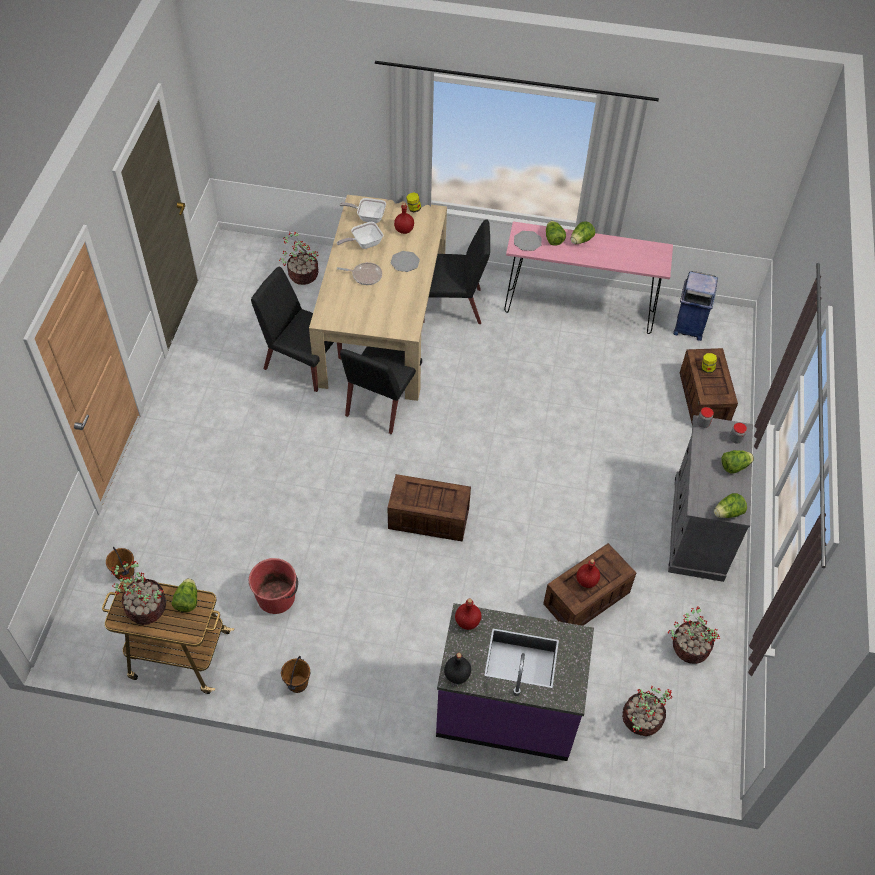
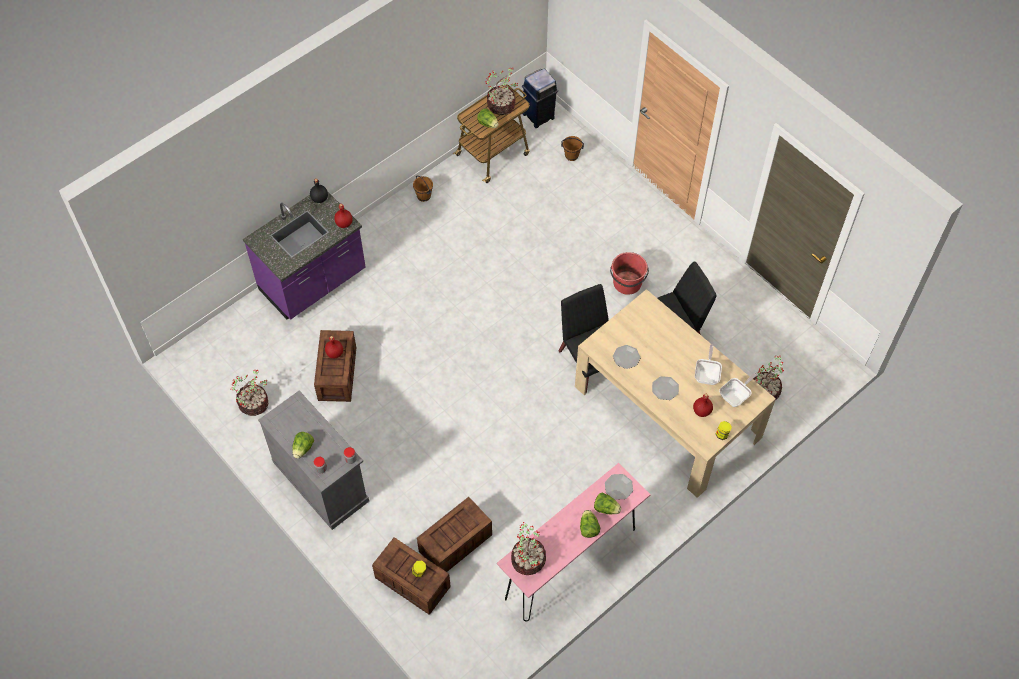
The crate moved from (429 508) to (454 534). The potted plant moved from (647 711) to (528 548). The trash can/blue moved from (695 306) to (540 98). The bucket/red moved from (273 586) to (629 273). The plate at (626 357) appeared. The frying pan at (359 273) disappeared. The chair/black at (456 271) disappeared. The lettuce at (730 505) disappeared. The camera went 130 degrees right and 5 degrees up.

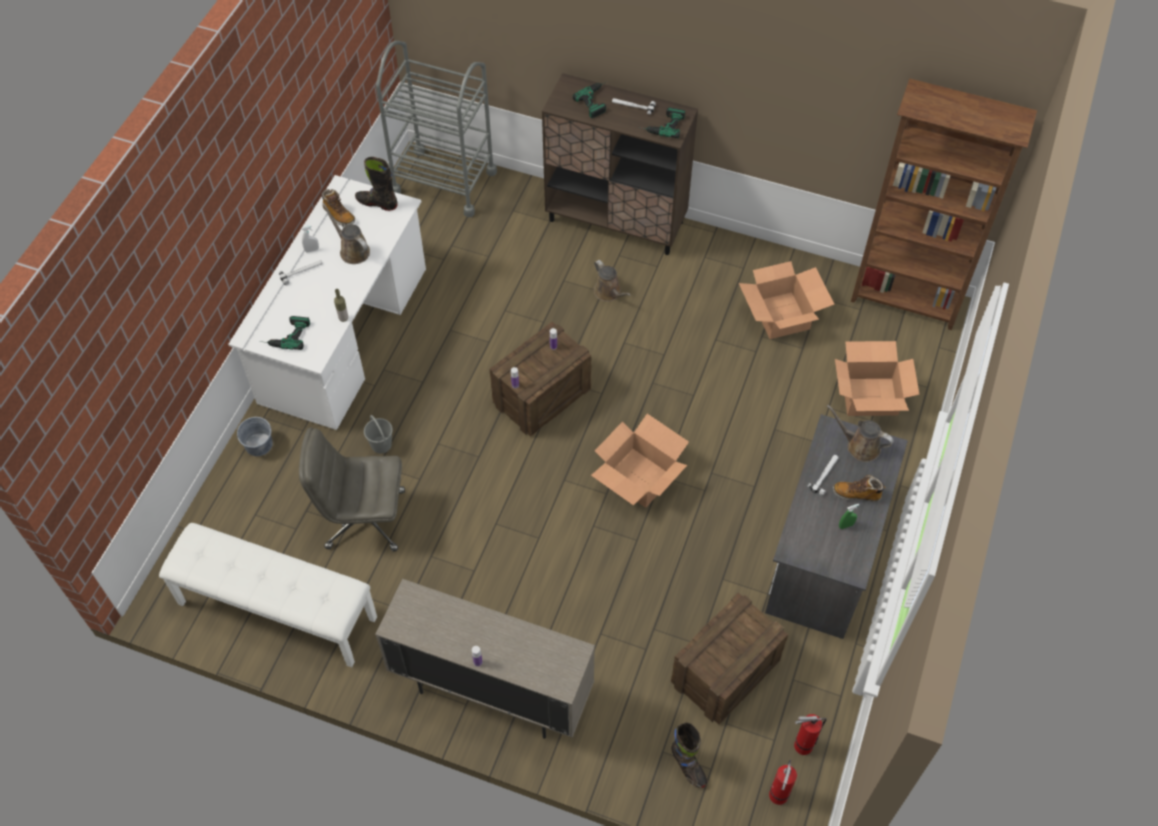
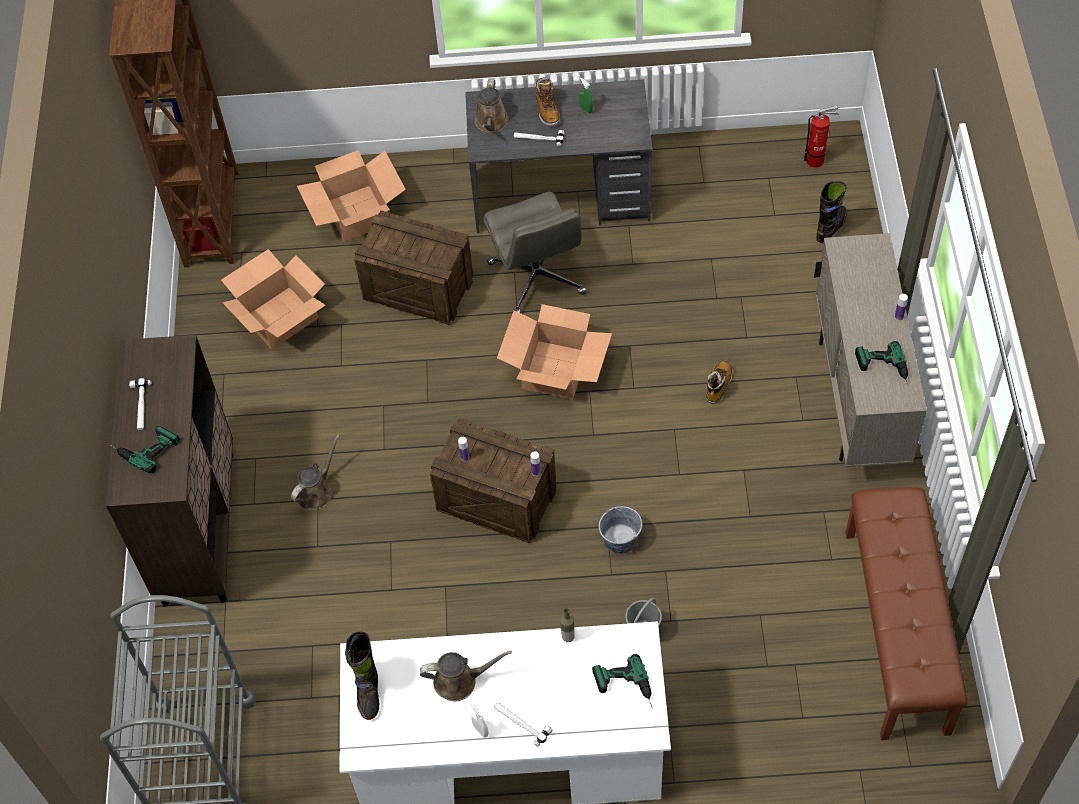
The crate moved from (730 659) to (413 267). The watering can/brown at (346 233) turned 120 degrees counterclockwise. The office chair/grey moved from (352 489) to (535 252). The bucket/grey moved from (255 436) to (620 530). The boot moved from (338 207) to (719 382). The bench/white at (268 595) became the bench/brown at (906 613). The power drill moved from (661 123) to (882 364). The fire extinguisher at (810 734) disappeared. The camera went 110 degrees left and 0 degrees up.

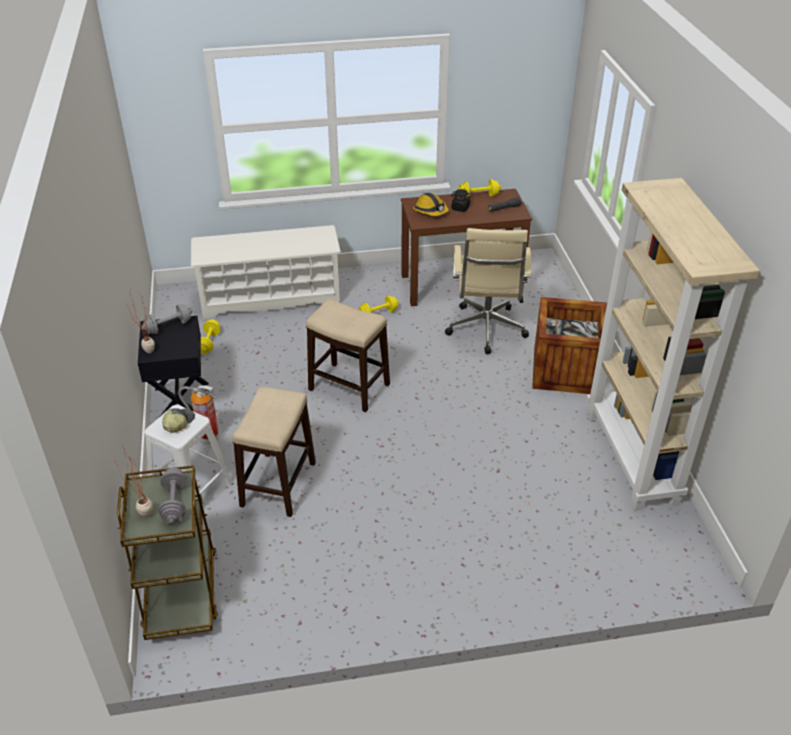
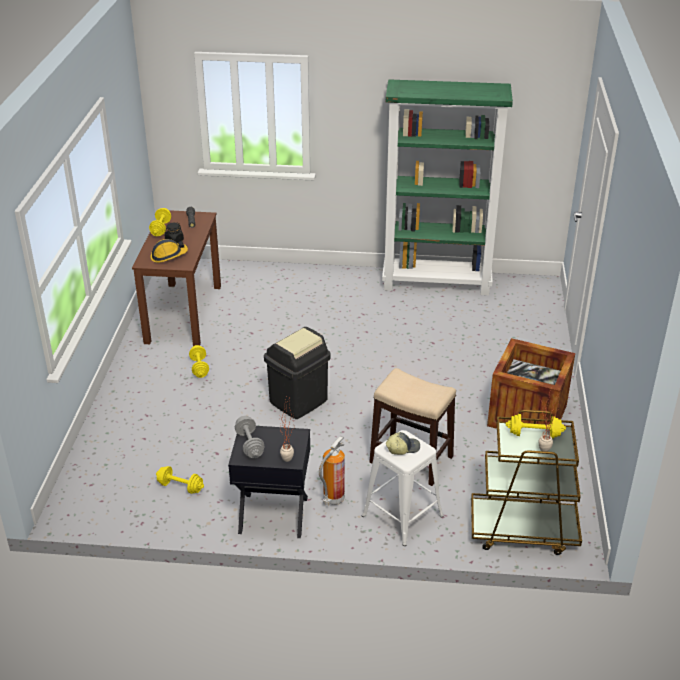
The stool at (348 355) was replaced by the trash can/black at (297 373). The bookcase/beige at (673 344) became the bookcase/green at (447 187). The cap at (178 420) turned 120 degrees clockwise. The crate moved from (569 345) to (531 383). The dumbbell/grey at (173 496) became the dumbbell/yellow at (536 426). The shoe rack/white at (266 272) disappeared. The office chair/beige at (488 291) disappeared. The camera went 75 degrees left and 5 degrees down.

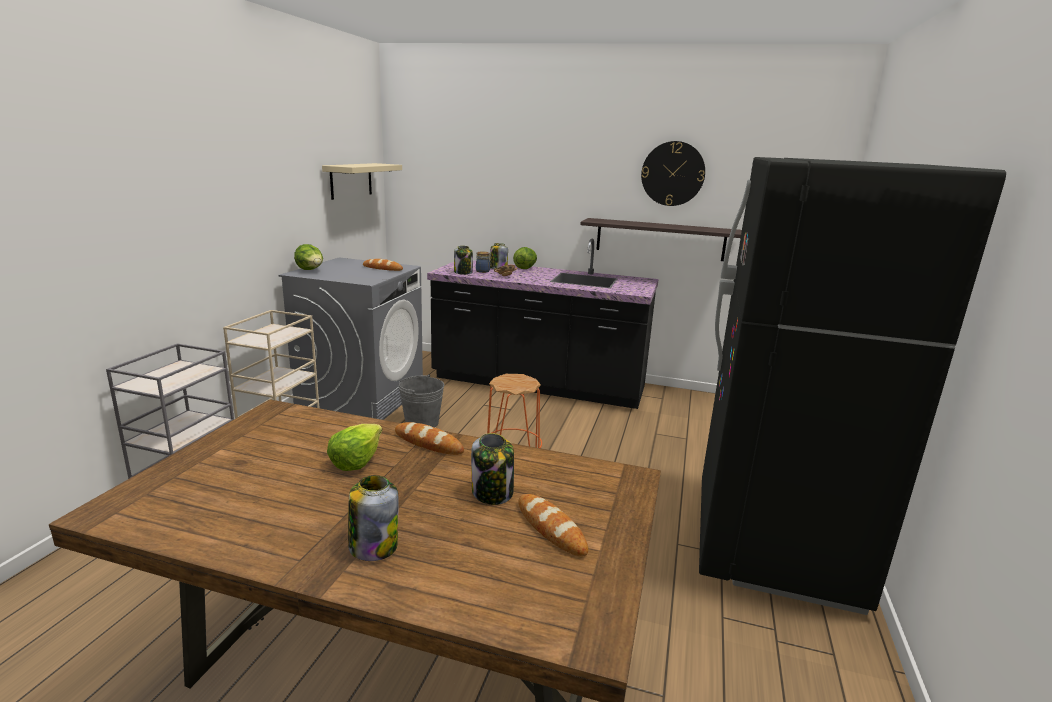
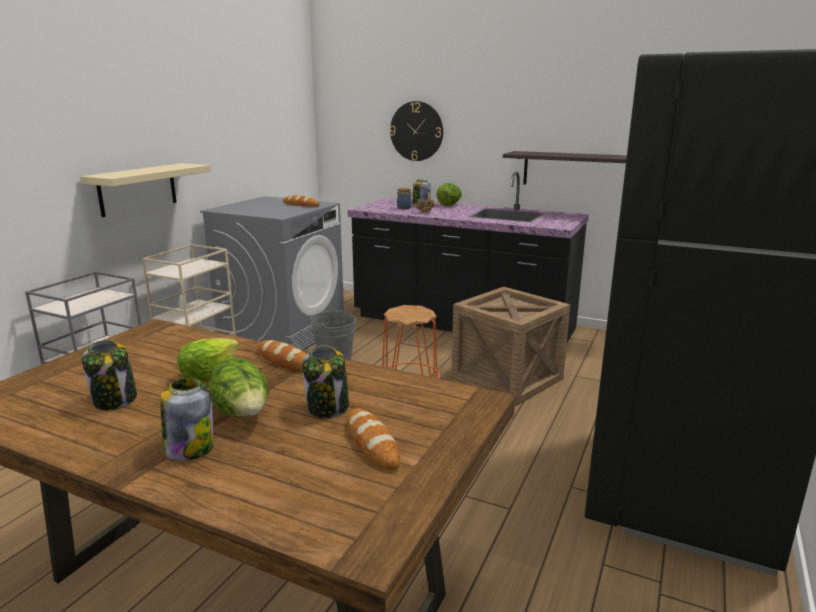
The shelf/beige moved from (362 181) to (145 190). The jar moved from (463 260) to (109 375). The lettuce moved from (308 257) to (238 387). The wall clock moved from (673 173) to (416 131). The crate at (510 346) appeared. The camera went 10 degrees right and 0 degrees up.

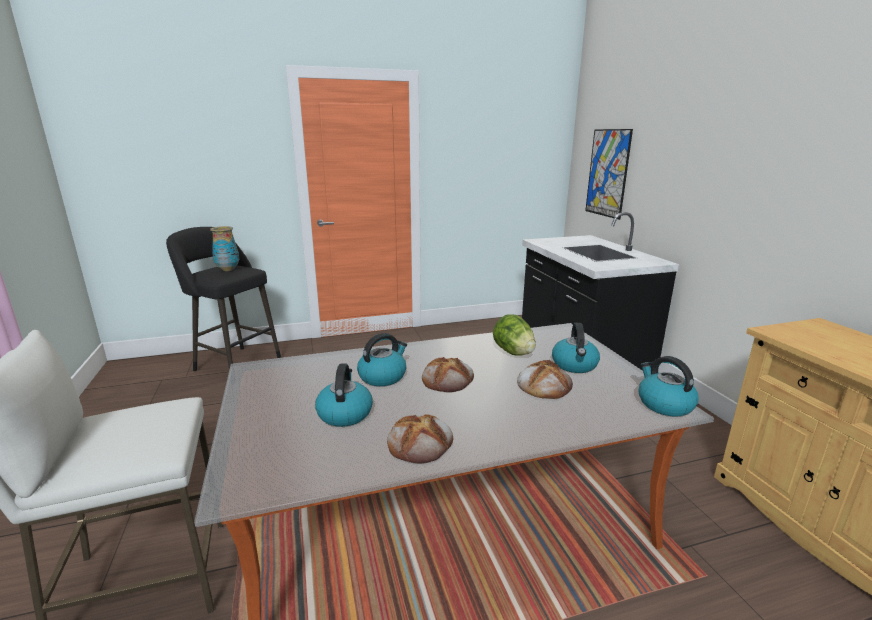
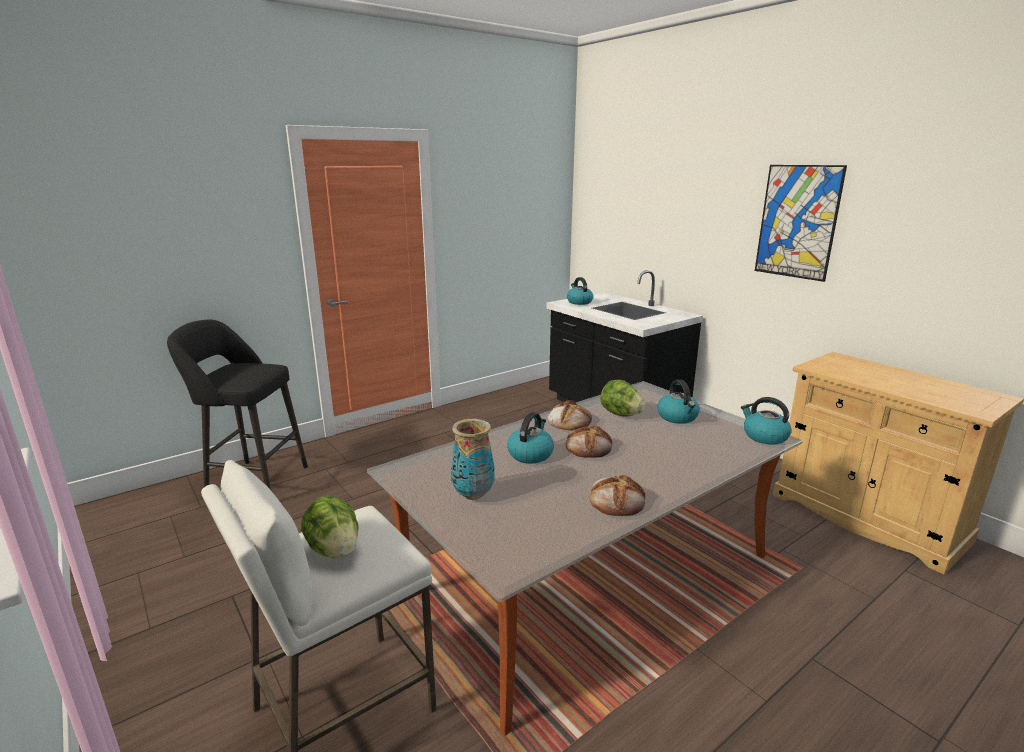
The lettuce at (330 527) appeared. The vase moved from (224 248) to (473 459). The bread moved from (545 379) to (570 415). The kettle moved from (344 395) to (580 291). The picture moved from (609 174) to (801 223). The camera went 20 degrees left and 0 degrees up.

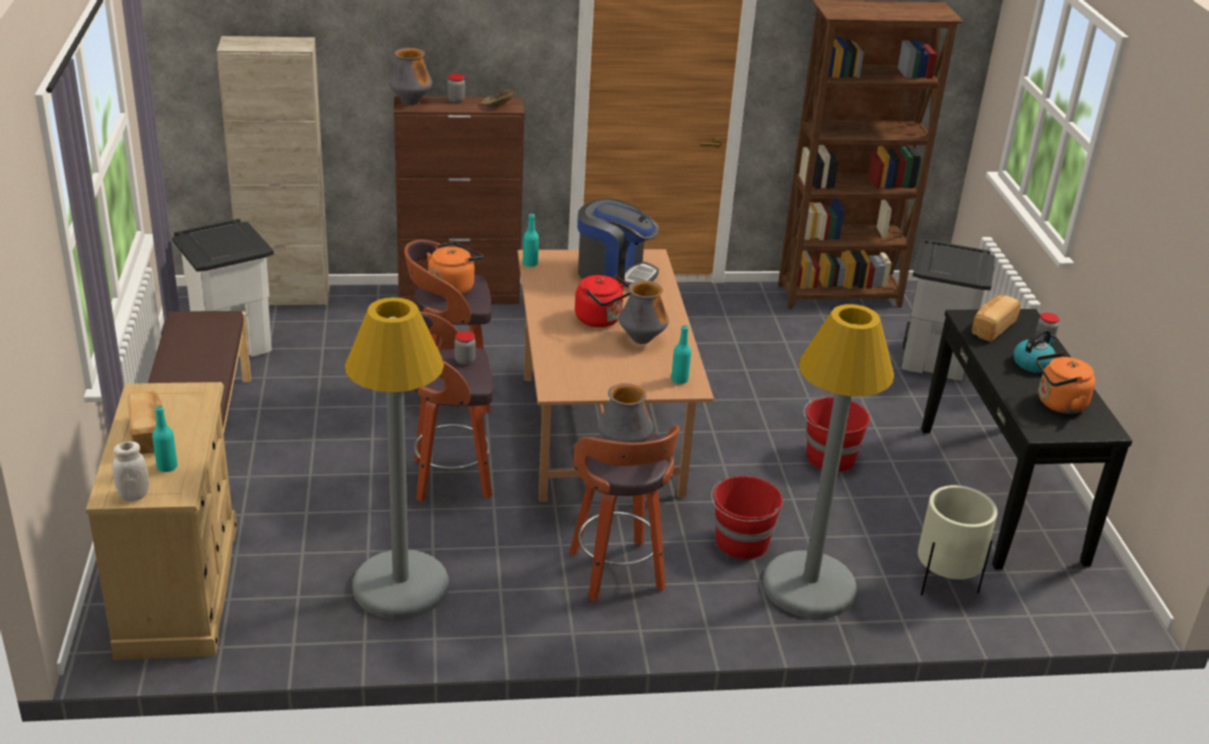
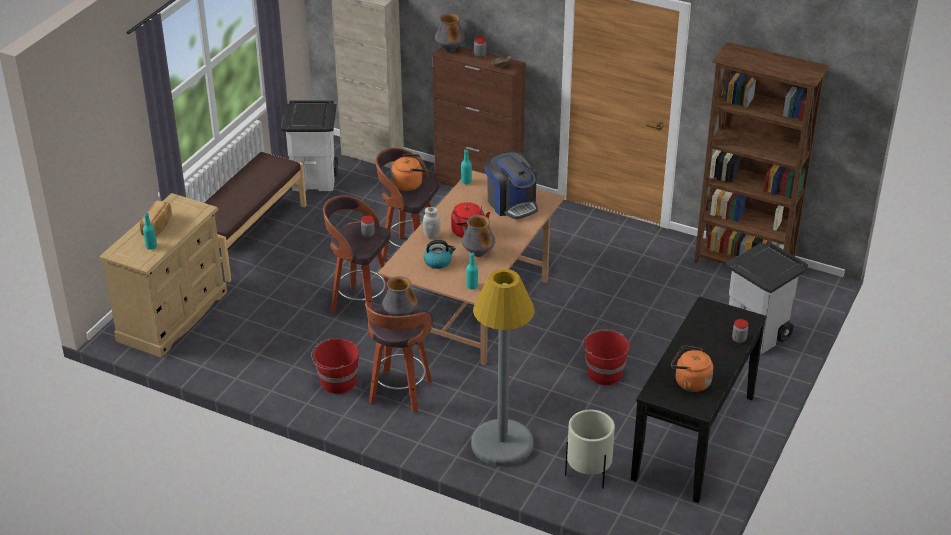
The bucket/red moved from (747 517) to (335 366). The jar/white moved from (130 471) to (431 223). The kettle moved from (1034 350) to (440 254). The floor lamp/grey at (397 458) disappeared. The bread at (996 318) disappeared. The camera went 35 degrees right and 5 degrees up.

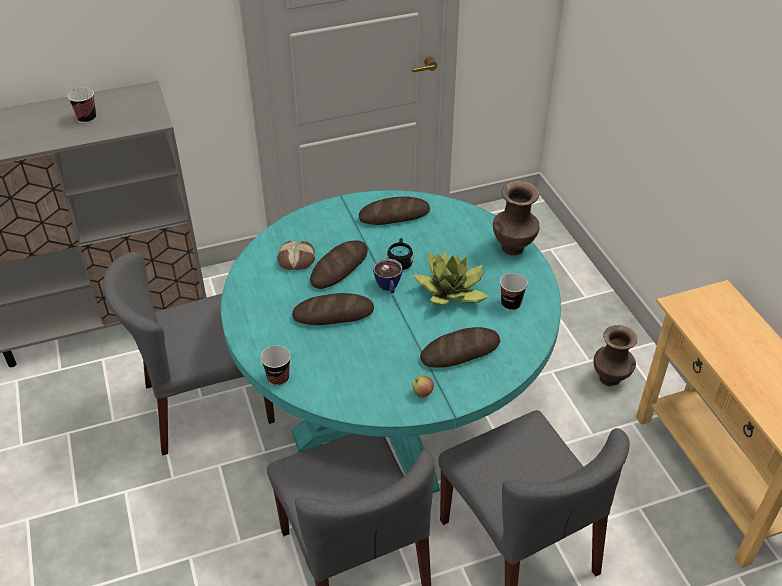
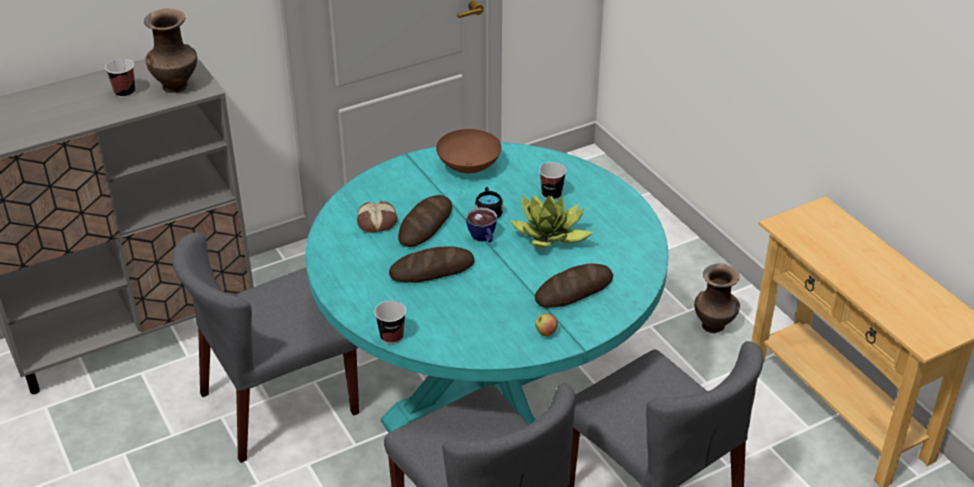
The vase/brown moved from (516 218) to (170 51). The bread at (394 210) was replaced by the bowl/brown at (469 151). The cup moved from (514 292) to (553 181). The camera went 10 degrees left and 5 degrees down.

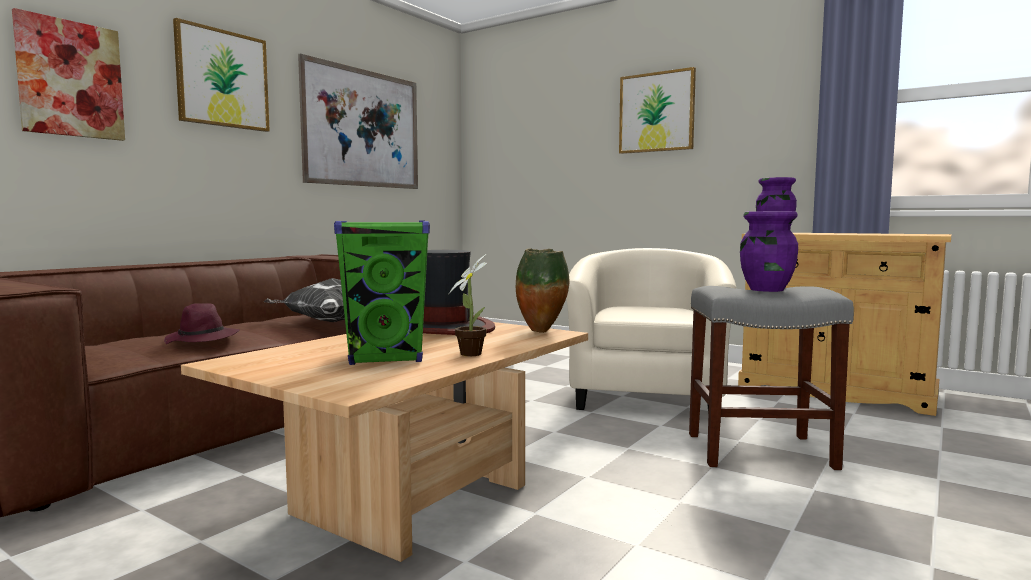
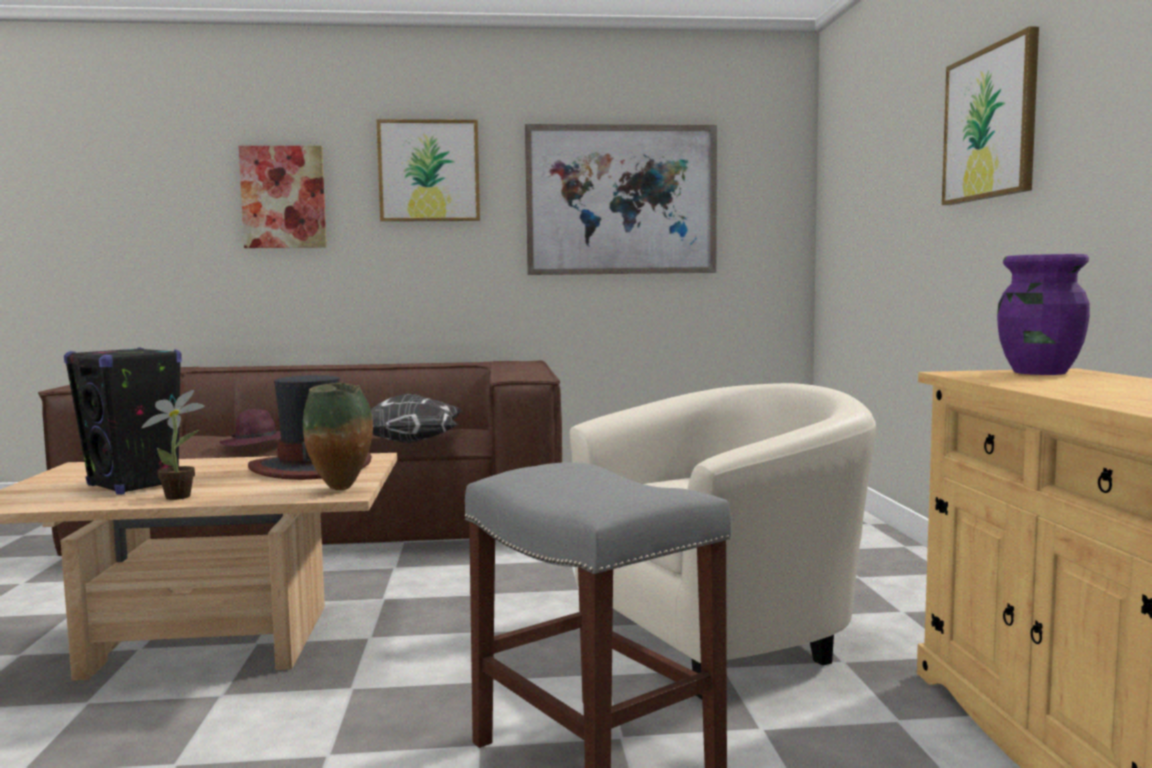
The speaker/green at (382 292) became the speaker/black at (123 421). The vase/purple at (769 251) disappeared. The camera went 50 degrees right and 0 degrees up.

